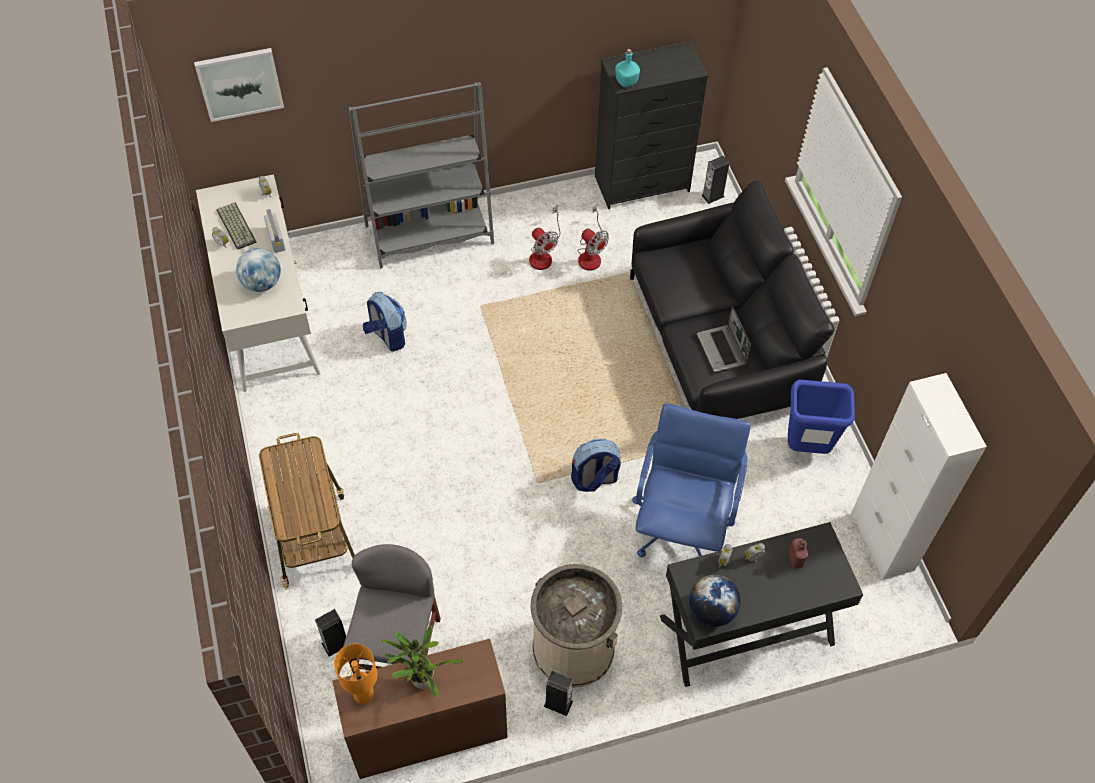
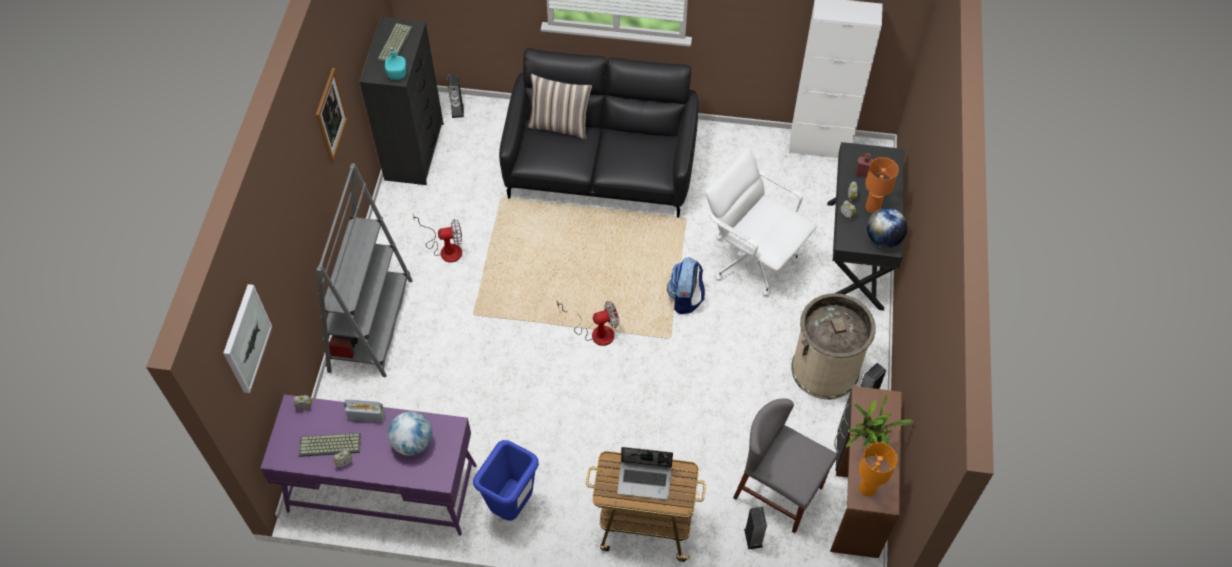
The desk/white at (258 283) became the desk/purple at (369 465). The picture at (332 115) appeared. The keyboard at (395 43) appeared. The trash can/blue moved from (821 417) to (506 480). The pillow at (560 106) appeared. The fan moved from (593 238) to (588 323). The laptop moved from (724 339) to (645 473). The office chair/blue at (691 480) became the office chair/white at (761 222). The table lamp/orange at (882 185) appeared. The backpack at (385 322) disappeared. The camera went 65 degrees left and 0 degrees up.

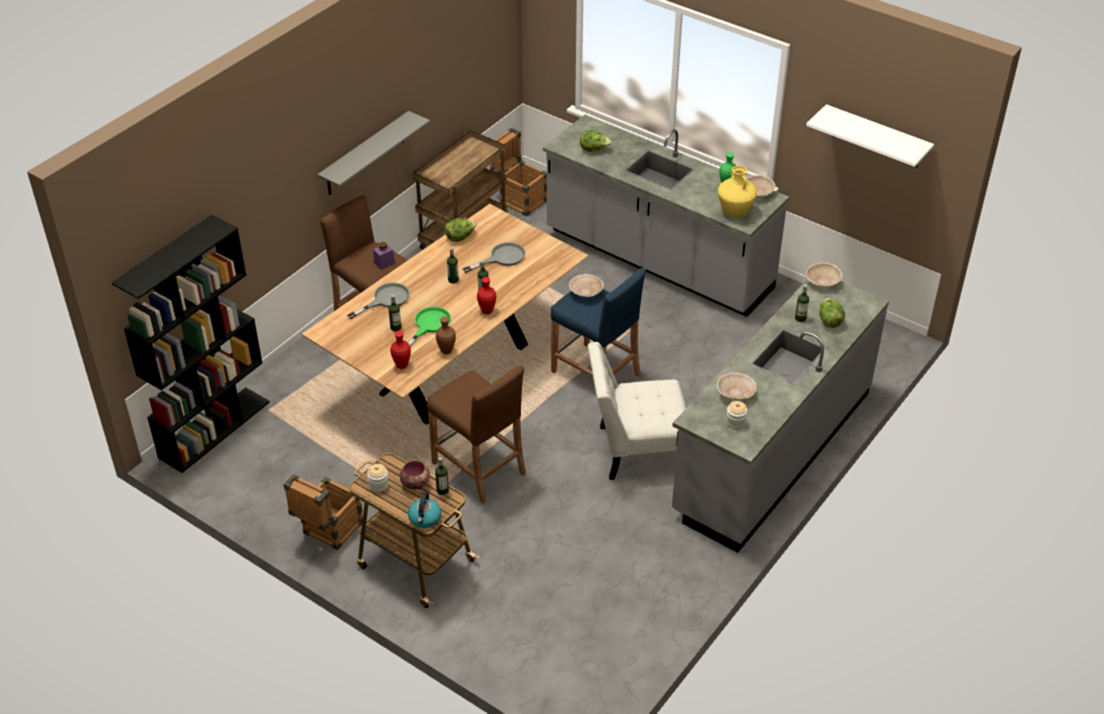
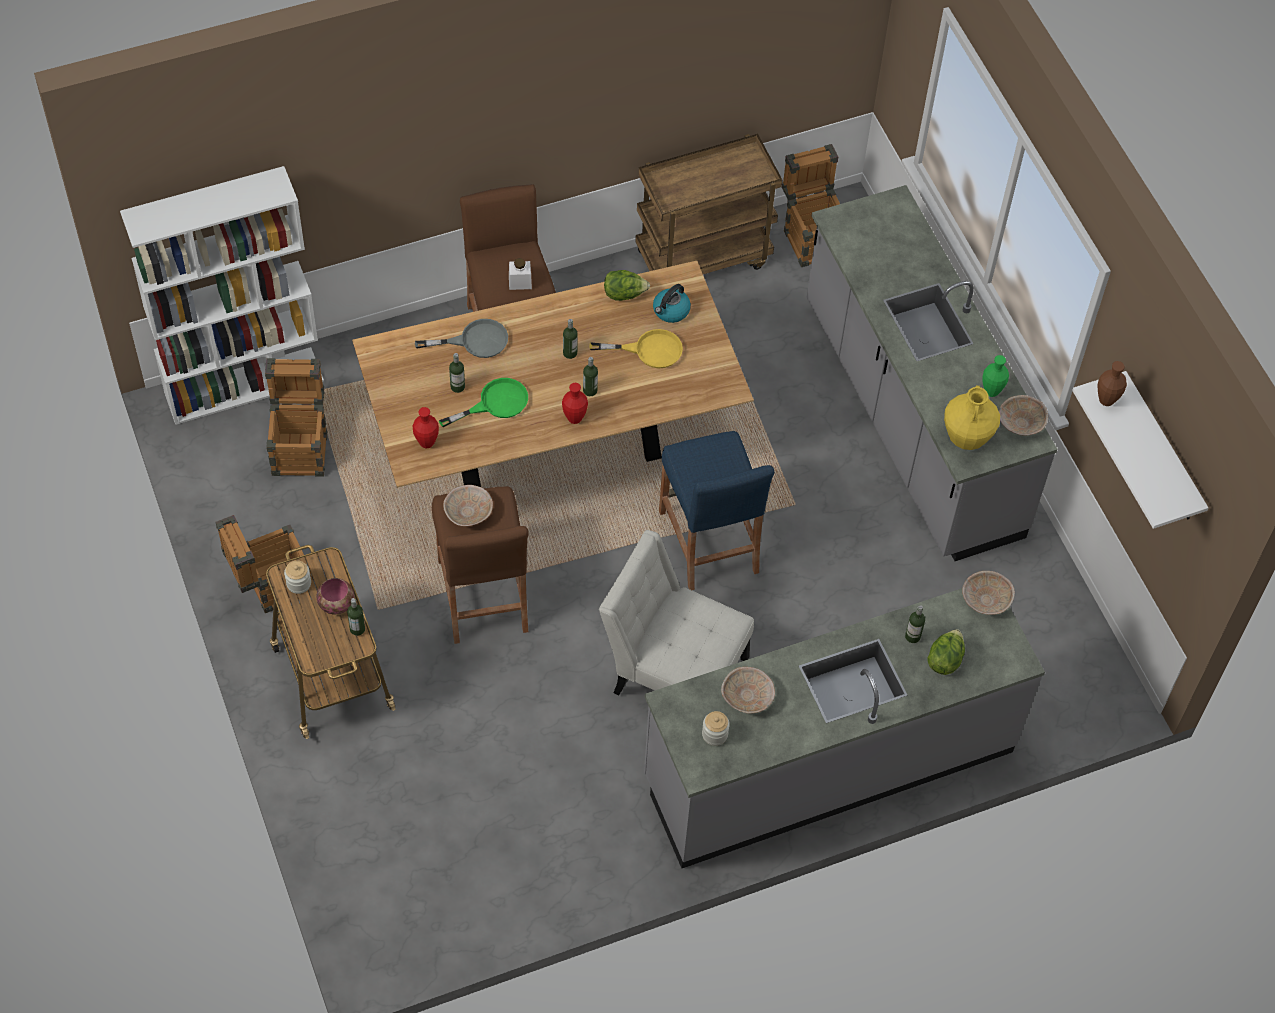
The bookcase/black at (191 344) became the bookcase/white at (222 295). The crate at (296 417) appeared. The bowl/beige moved from (586 285) to (468 505). The jar/purple at (384 255) became the jar/white at (520 274). The frying pan/grey at (493 257) became the frying pan/yellow at (636 349). The kettle moved from (424 510) to (672 303). The vase/brown moved from (446 335) to (1112 383). The shelf/grey at (373 153) disappeared. The lettuce at (596 141) disappeared. The camera went 30 degrees right and 15 degrees up.

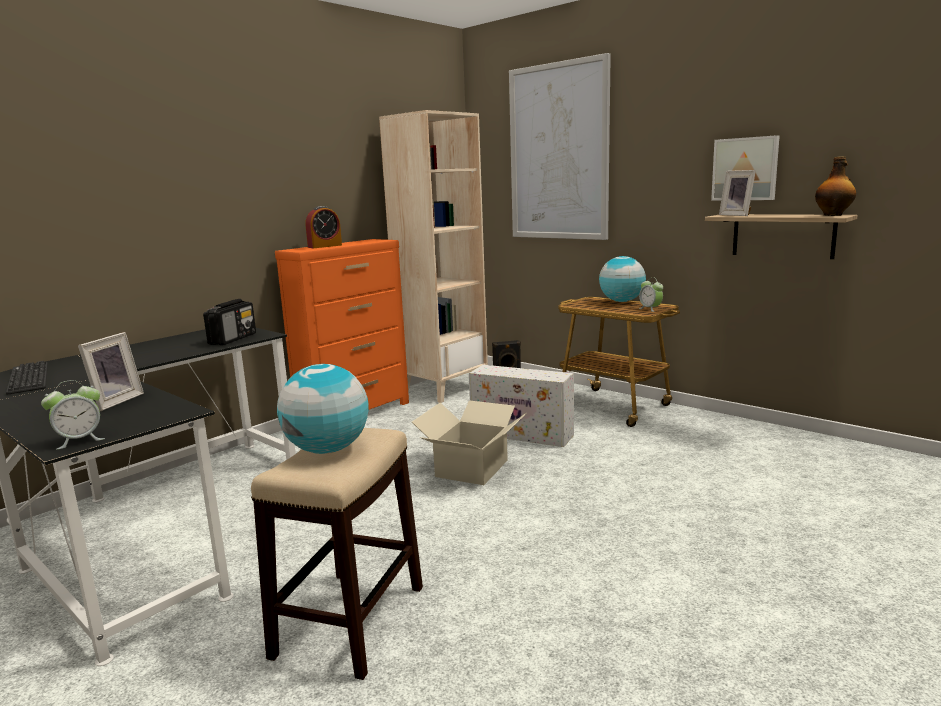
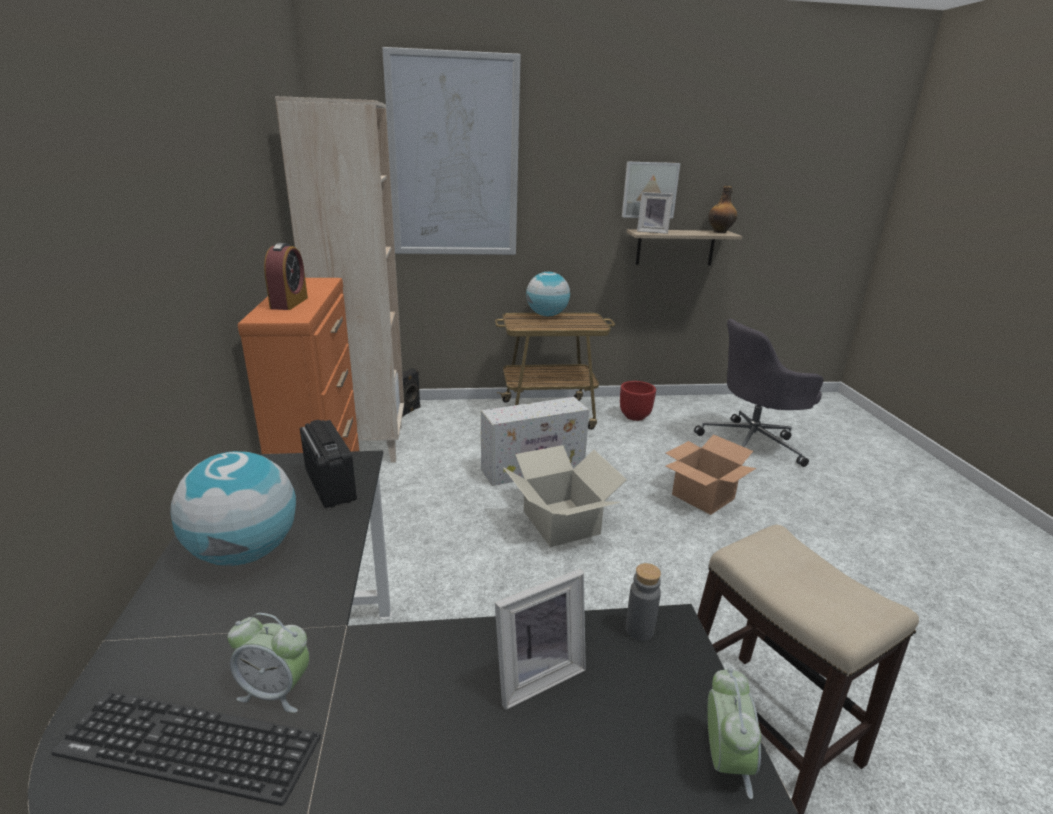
The globe moved from (323 409) to (233 508). The alarm clock moved from (651 294) to (268 663). The picture frame at (111 371) turned 90 degrees clockwise. The planter/red at (638 401) appeared. The bottle/grey at (643 602) appeared. The cardboard box at (710 474) appeared. The office chair/grey at (758 393) appeared. The camera went 50 degrees left and 10 degrees up.

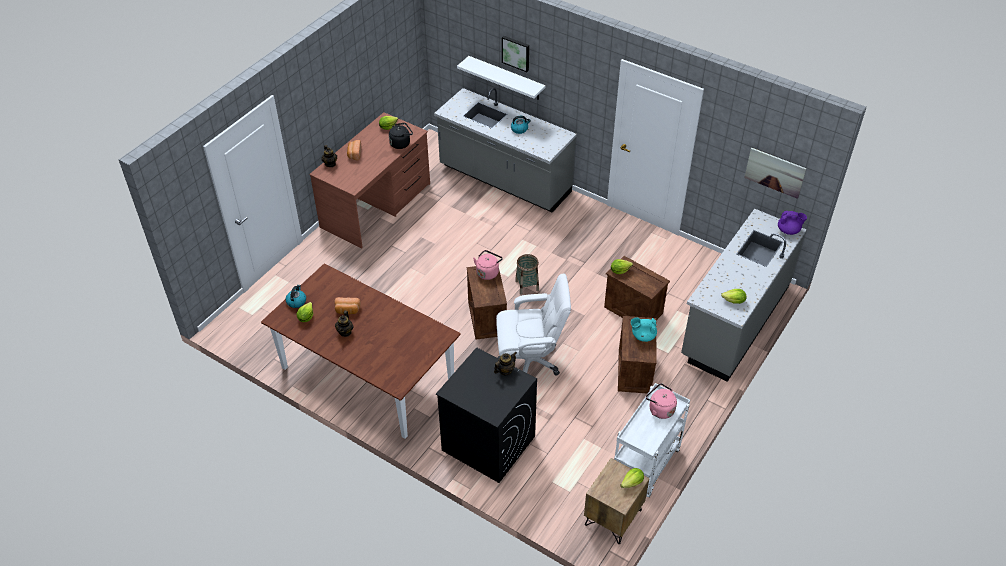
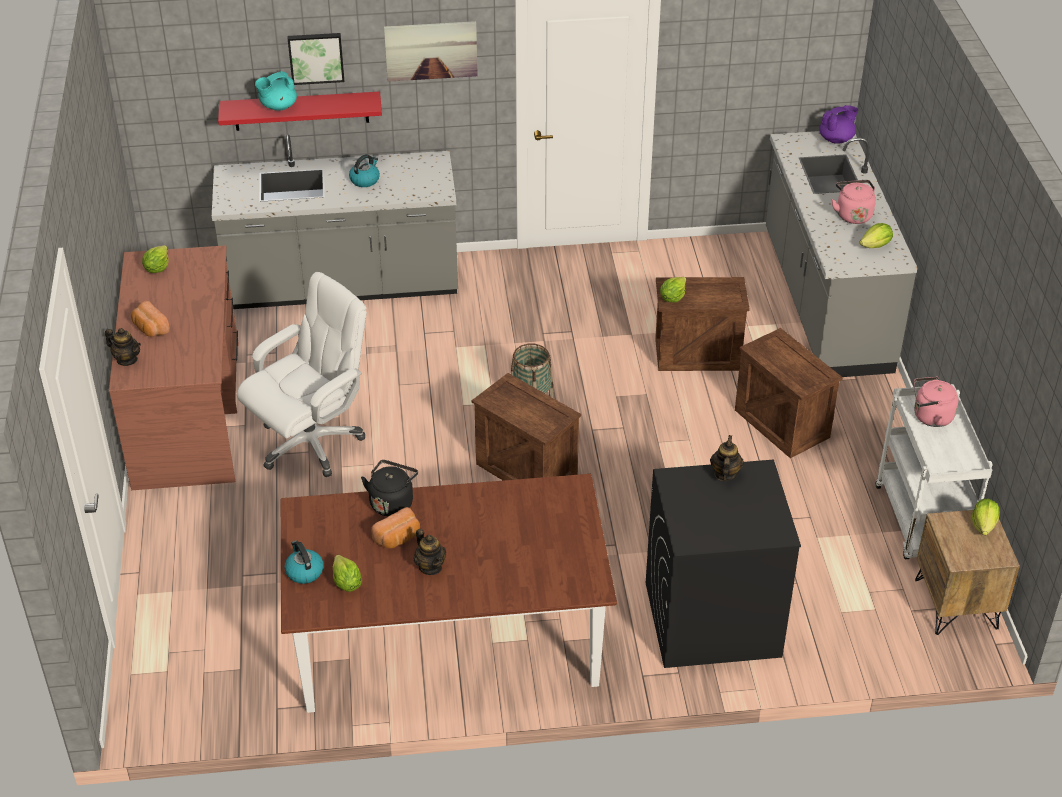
The shelf/white at (501 78) became the shelf/red at (300 111). The office chair/white moved from (533 324) to (302 374). The teapot/turquoise moved from (644 329) to (276 91). The kettle/black moved from (401 136) to (389 488). The picture moved from (775 173) to (431 51). The kettle/pink moved from (488 265) to (853 202). The camera went 40 degrees left and 5 degrees down.

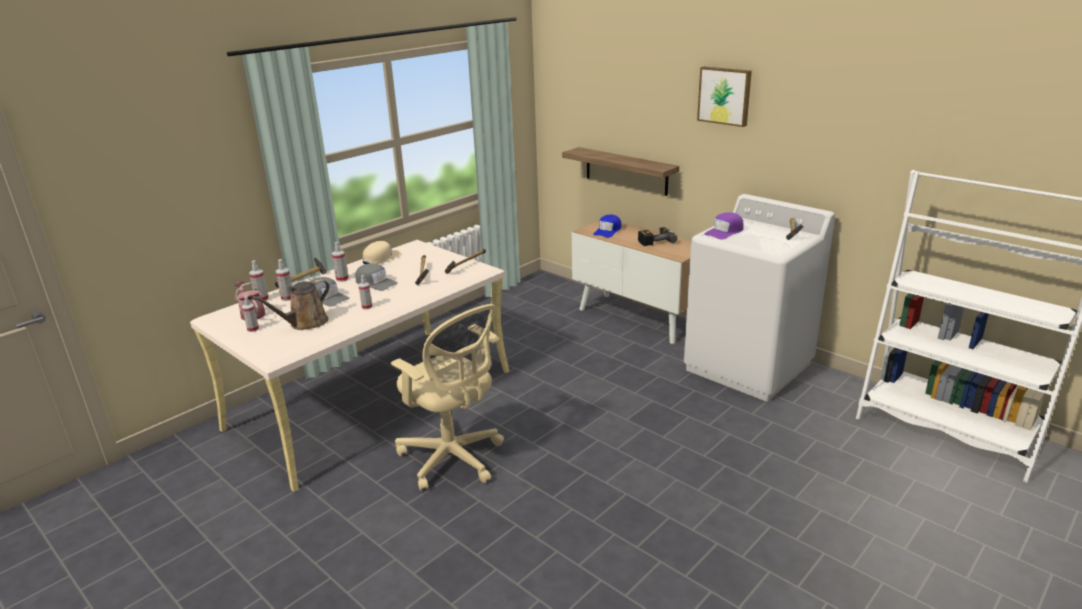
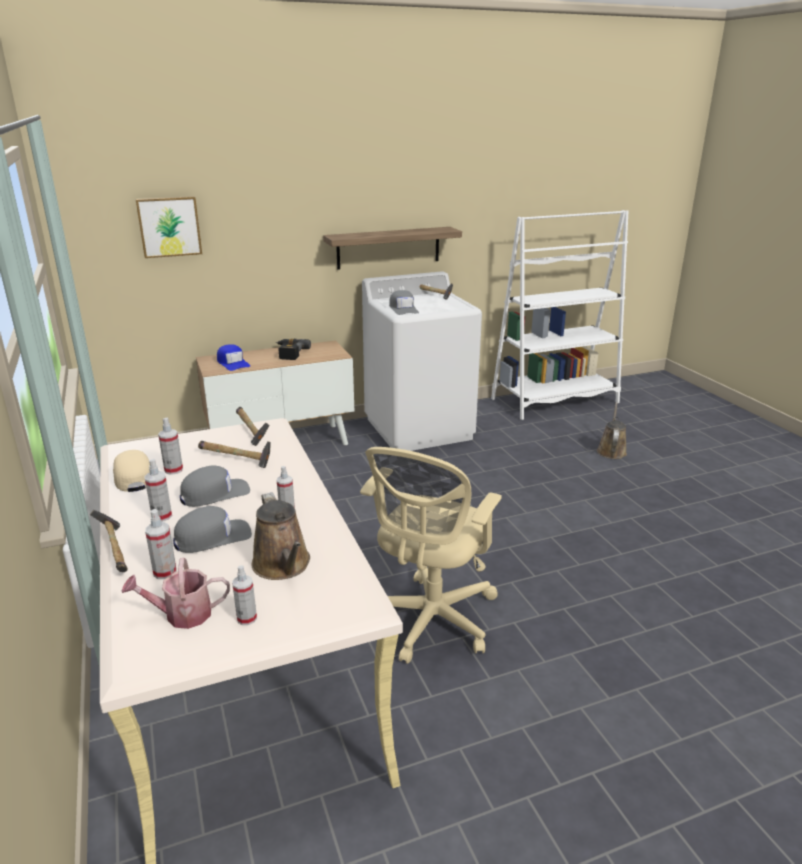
The picture moved from (724 97) to (168 227). The spray bottle moved from (259 281) to (170 446). The shelf moved from (620 171) to (392 248). The office chair/beige at (447 397) turned 135 degrees clockwise. The cap/purple at (723 226) became the cap/grey at (404 302). The watering can/brown at (612 430) appeared. The camera went 65 degrees left and 0 degrees up.

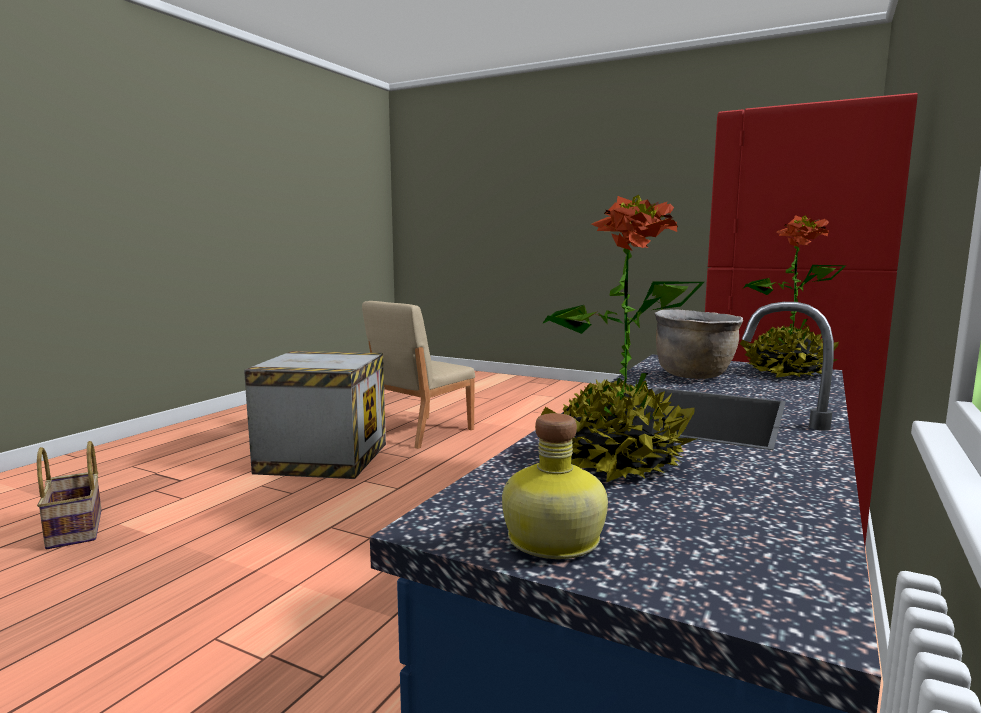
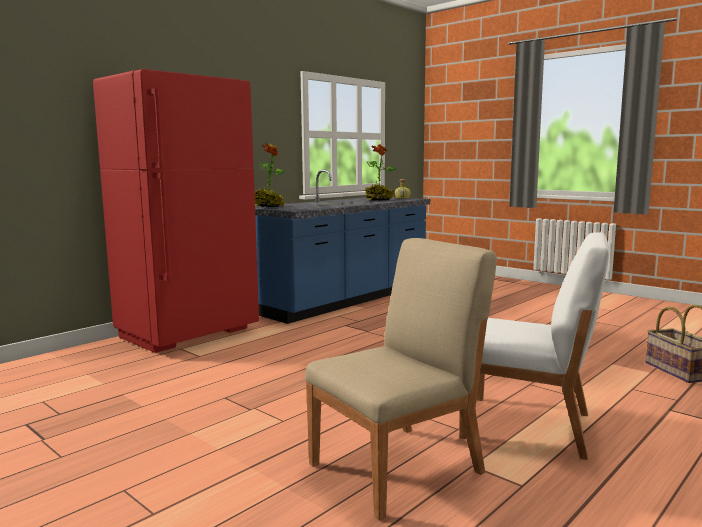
The crate at (315 415) was replaced by the chair/white at (534 346). The cooking pot/brown at (699 344) disappeared. The camera went 165 degrees left and 0 degrees up.

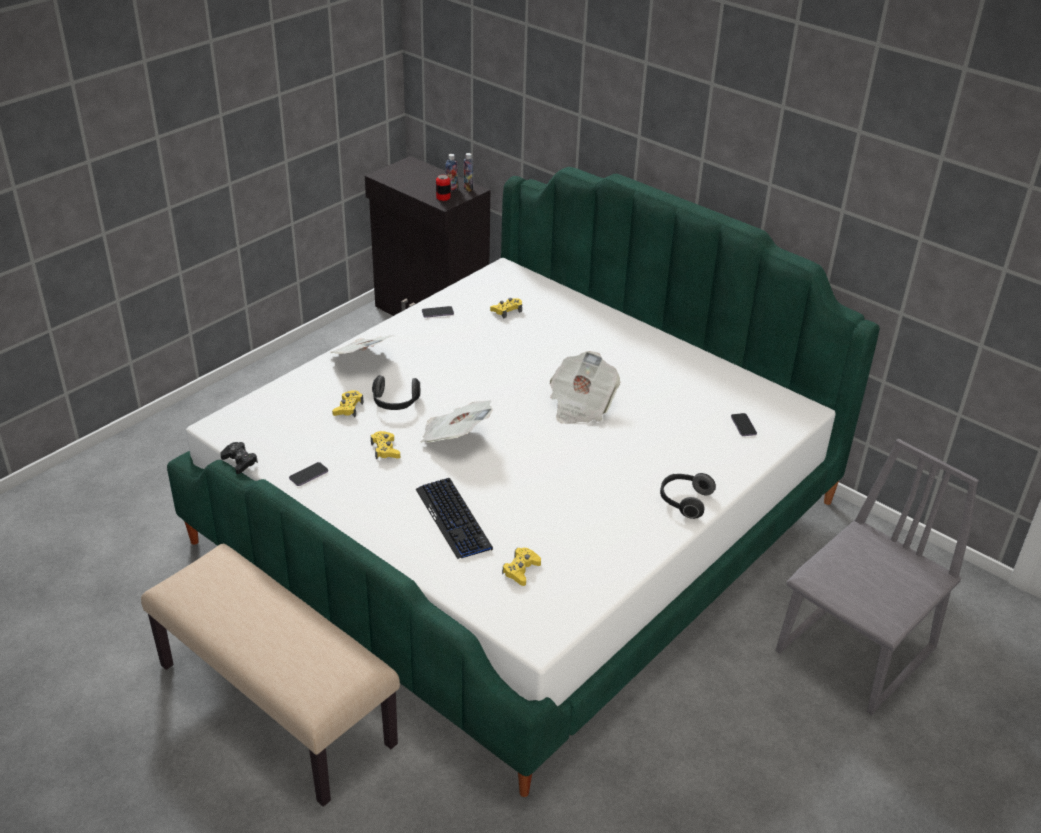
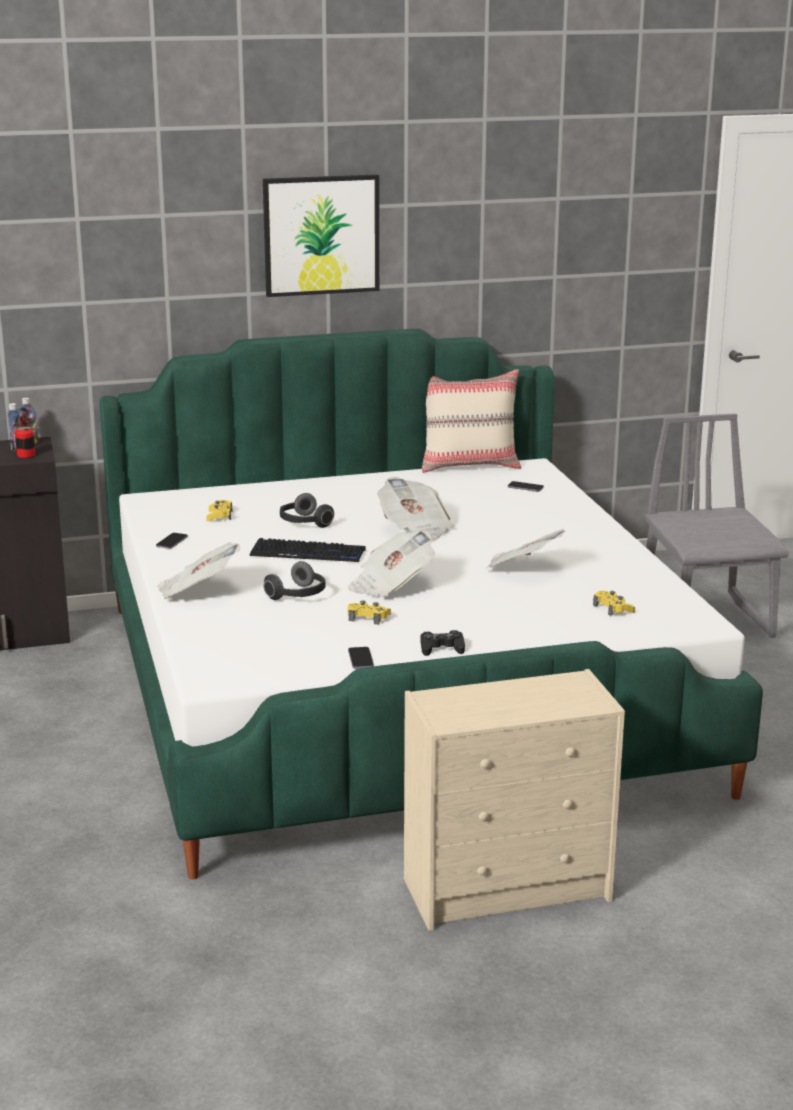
The keyboard moved from (454 518) to (307 550). The picture at (321 235) appeared. The headphones moved from (688 496) to (307 510). The bench/beige at (270 675) was replaced by the dresser/beige at (514 800). The game controller/black moved from (239 458) to (442 643). The pillow/beige at (471 421) appeared. The newspaper at (526 548) appeared. The game controller/yellow at (348 403) disappeared. The camera went 55 degrees left and 15 degrees down.

